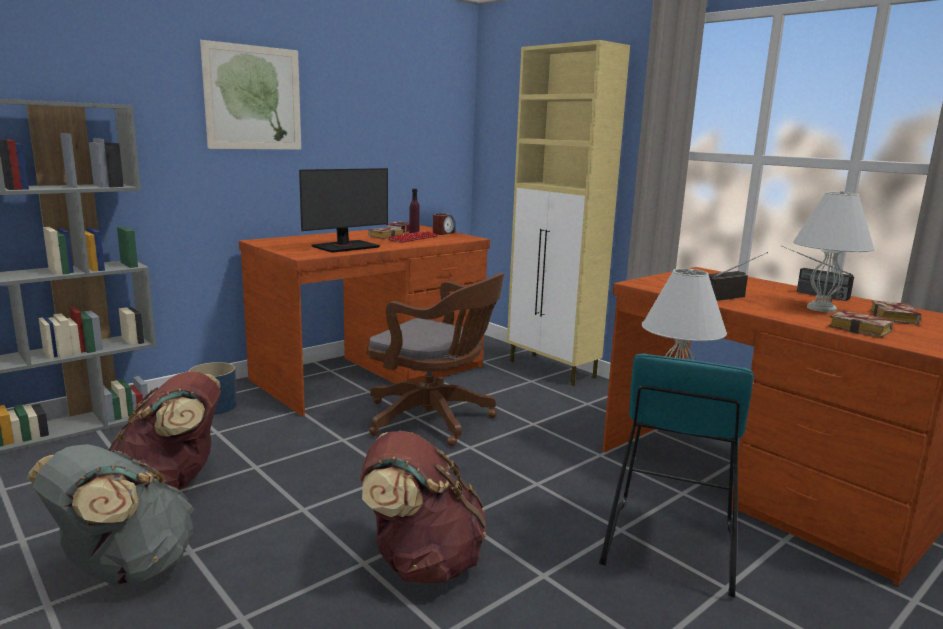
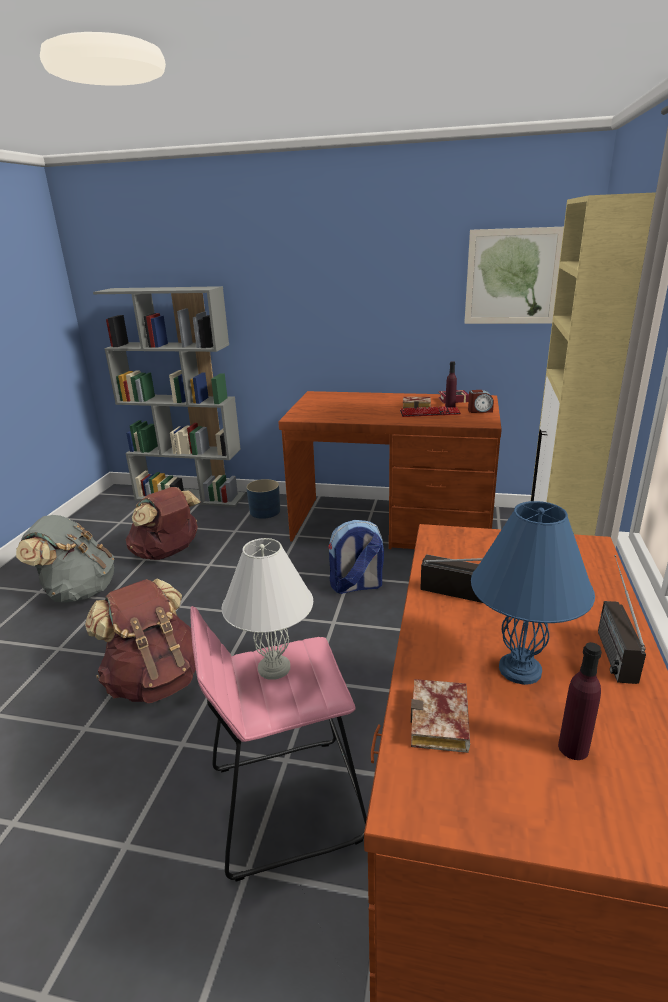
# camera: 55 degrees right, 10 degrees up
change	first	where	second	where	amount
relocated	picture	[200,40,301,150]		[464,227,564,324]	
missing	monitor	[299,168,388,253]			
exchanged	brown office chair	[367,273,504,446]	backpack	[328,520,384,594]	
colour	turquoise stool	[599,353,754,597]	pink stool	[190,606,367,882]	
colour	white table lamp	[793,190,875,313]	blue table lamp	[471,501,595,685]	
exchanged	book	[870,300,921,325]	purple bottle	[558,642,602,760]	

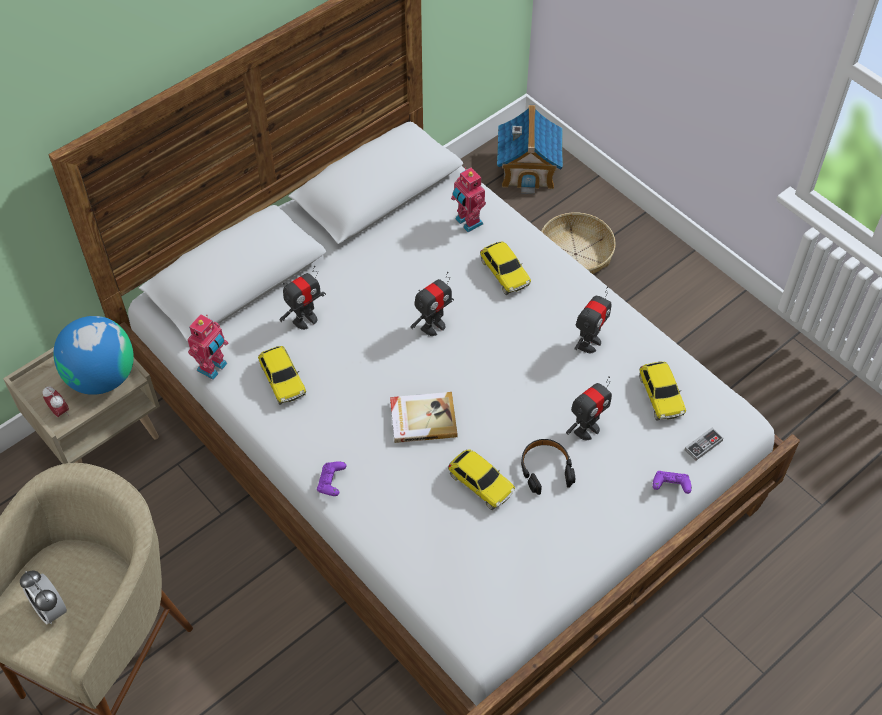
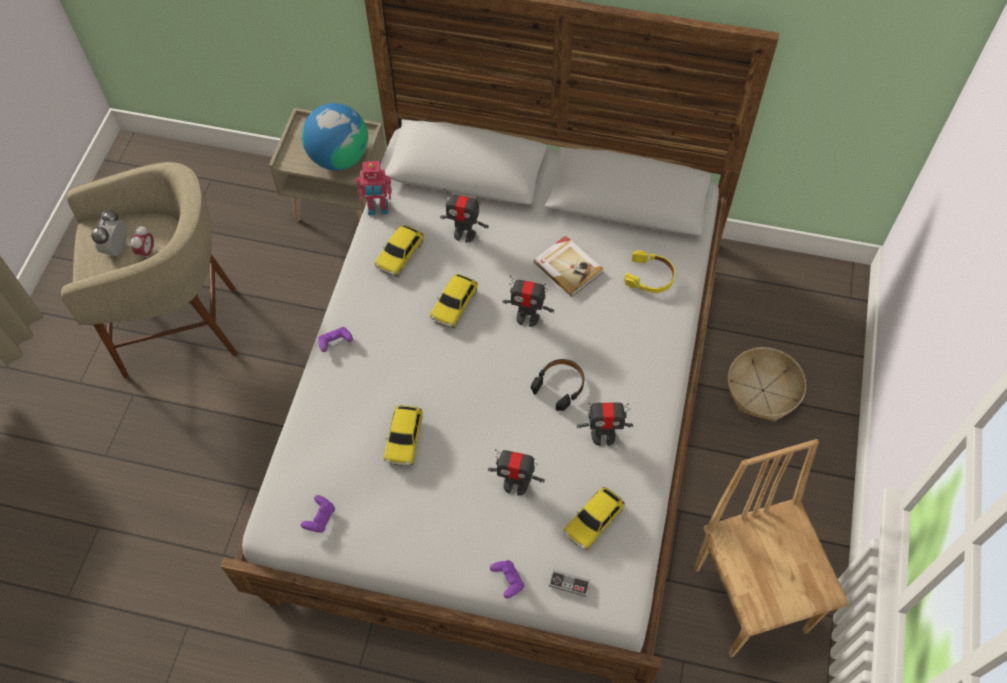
# camera: 55 degrees right, 5 degrees up
change	first	where	second	where	amount
relocated	alarm clock	[42,386,69,417]		[131,226,154,258]	
relocated	book	[390,392,457,443]		[533,236,603,297]	
exchanged	toy robot	[451,167,486,232]	yellow headphones	[624,250,675,293]	
relocated	toy car	[480,241,531,295]		[430,274,478,329]	
missing	toy house	[497,105,563,194]			
relocated	black headphones	[521,439,575,495]		[531,359,584,411]	
appeared			purple game controller	[301,495,335,532]	
appeared			brown chair	[694,439,849,658]	

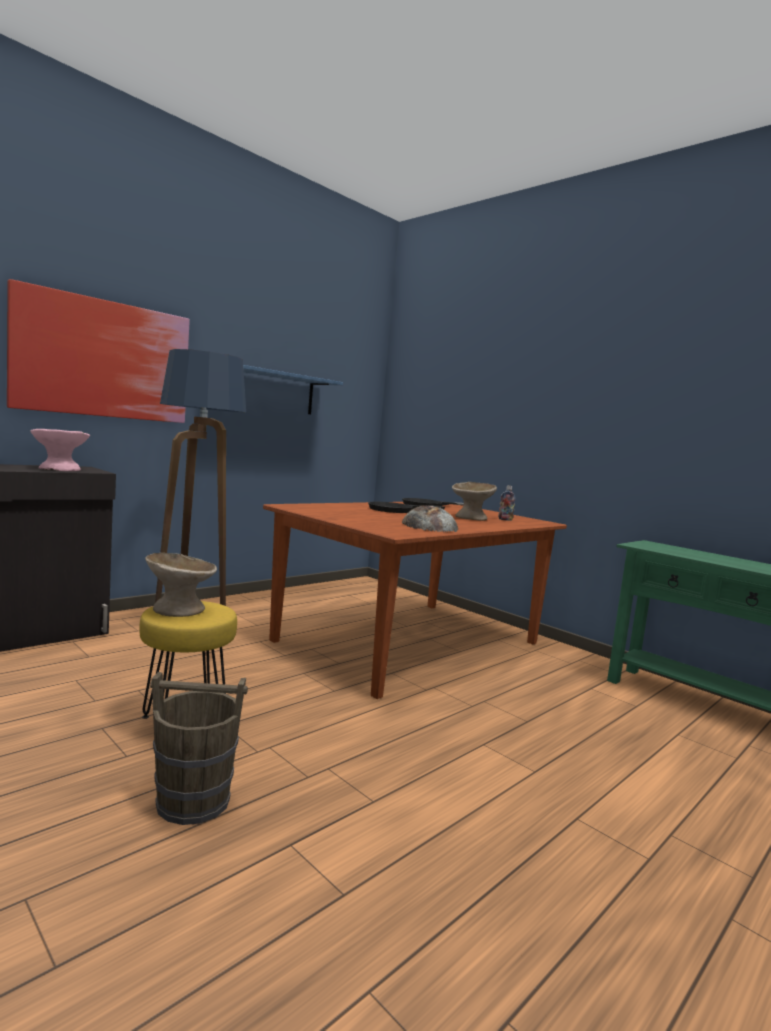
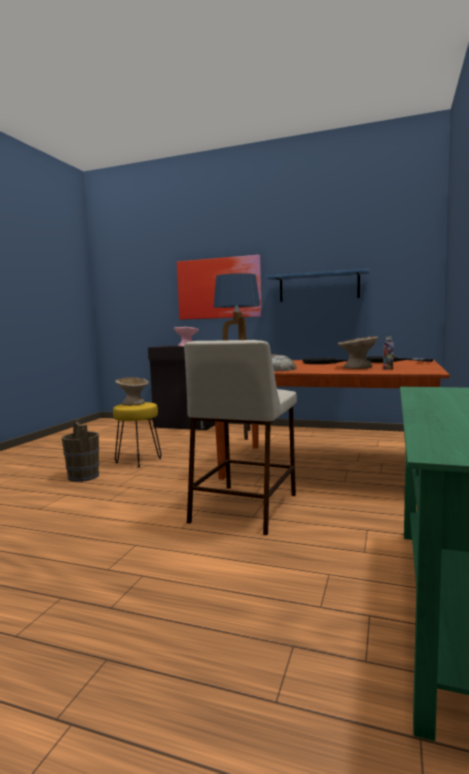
# camera: 65 degrees right, 0 degrees up
change	first	where	second	where	amount
appeared			beige stool	[184,340,297,535]	

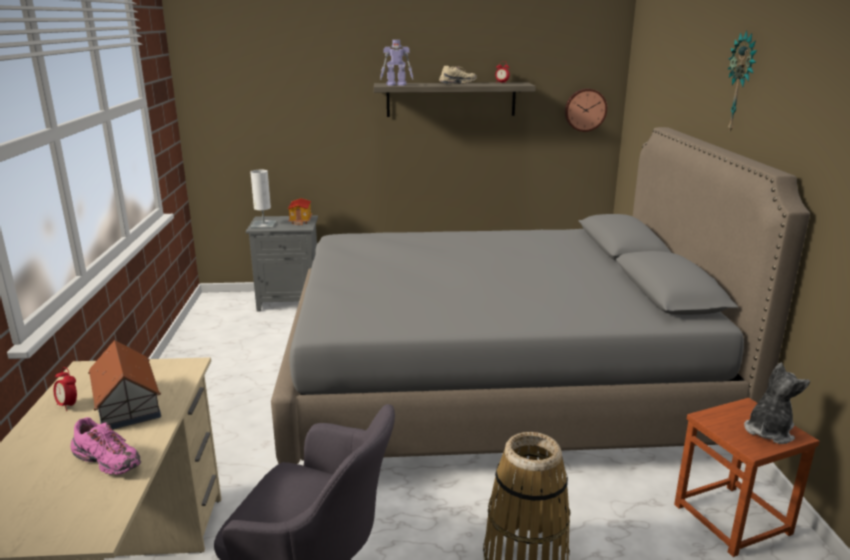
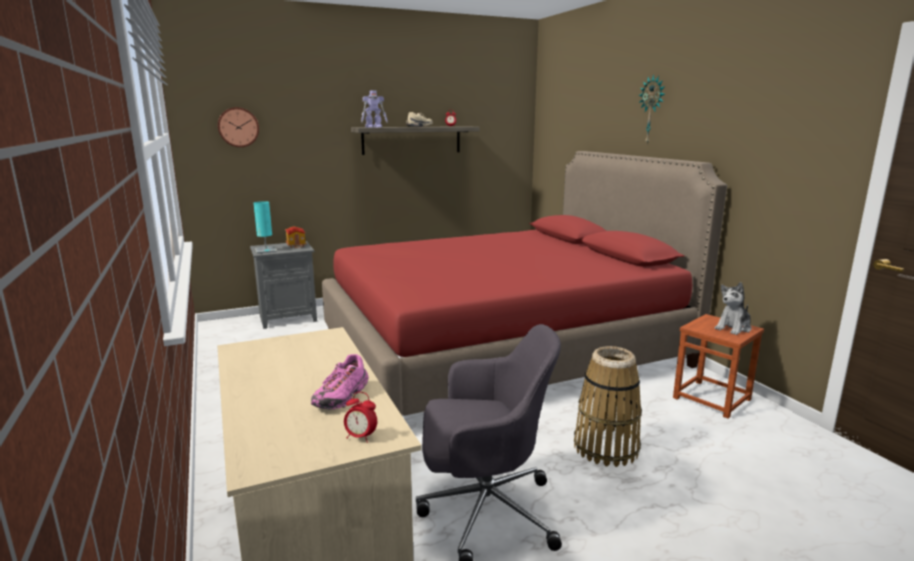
# camera: 20 degrees left, 5 degrees down
change	first	where	second	where	amount
relocated	alarm clock	[54,367,77,411]		[344,392,377,443]	
spun	pink shoe	[71,417,141,475]		[311,354,369,410]	105 degrees clockwise
missing	toy house	[88,340,161,430]			
colour	white table lamp	[250,170,277,229]	turquoise table lamp	[254,201,277,254]	
colour	grey bed	[271,127,810,464]	red bed	[322,151,727,416]	
relocated	wall clock	[565,89,607,132]		[218,107,259,147]	
spun	plush toy	[744,362,810,444]		[715,282,752,335]	150 degrees counterclockwise

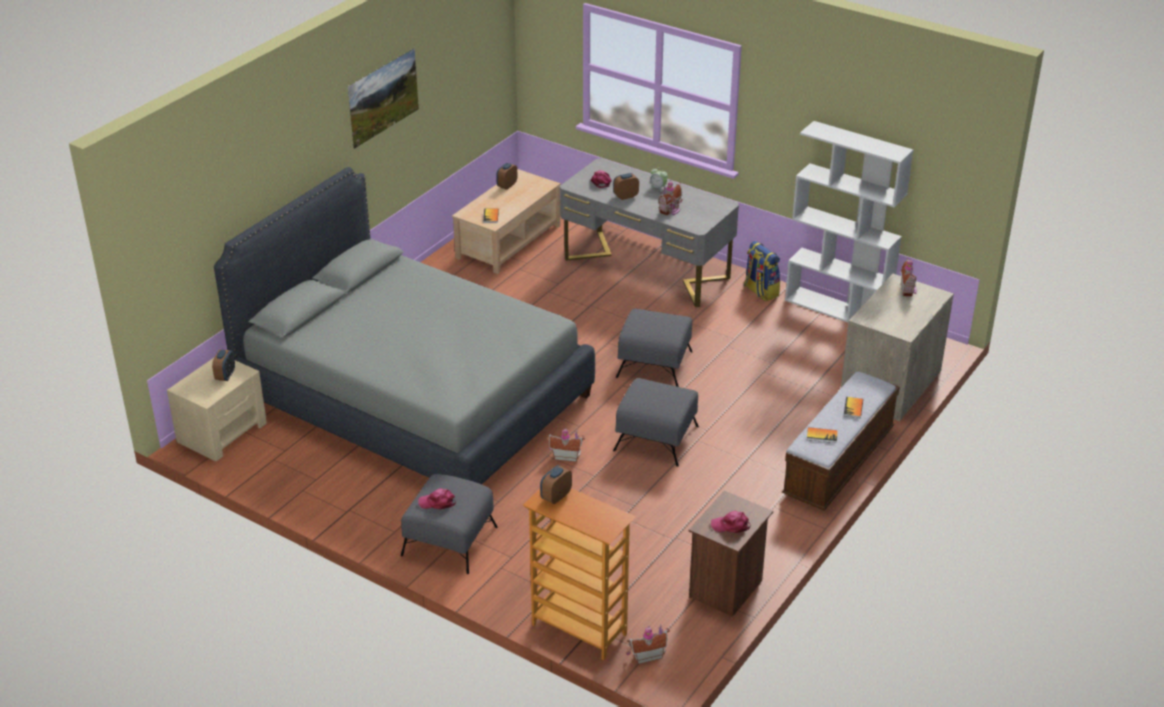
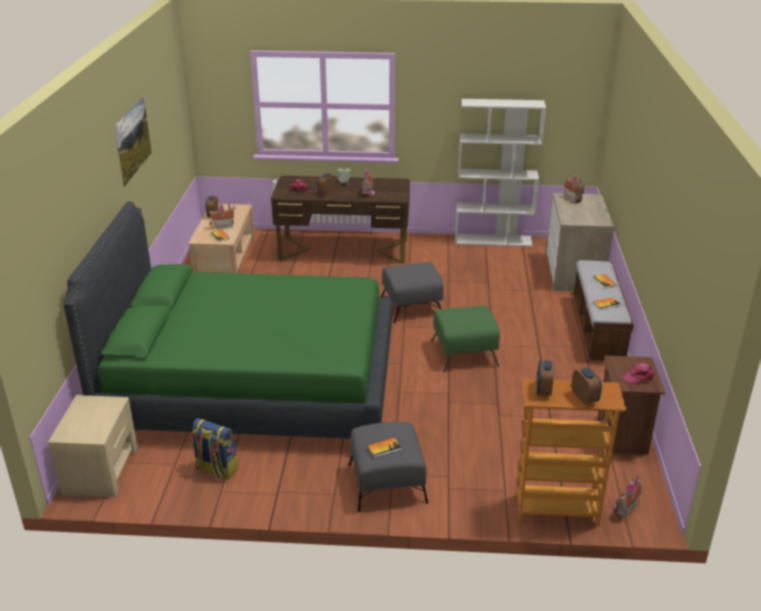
# camera: 30 degrees left, 5 degrees down
change	first	where	second	where	amount
relocated	alarm clock	[212,349,235,381]		[572,368,602,405]	
colour	grey bed	[214,167,595,484]	green bed	[64,201,392,439]	
exchanged	pink cap	[418,488,456,509]	book	[367,438,402,458]	
relocated	toy house	[546,427,585,462]		[208,203,235,230]	
colour	grey desk	[560,158,739,307]	brown desk	[271,176,410,264]	
colour	grey ottoman	[613,378,699,467]	green ottoman	[431,305,500,372]	
relocated	backpack	[744,241,780,302]		[192,418,239,481]	

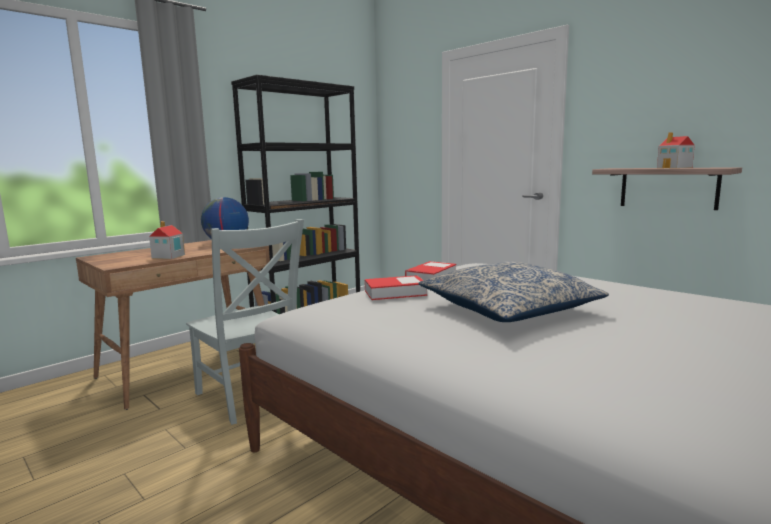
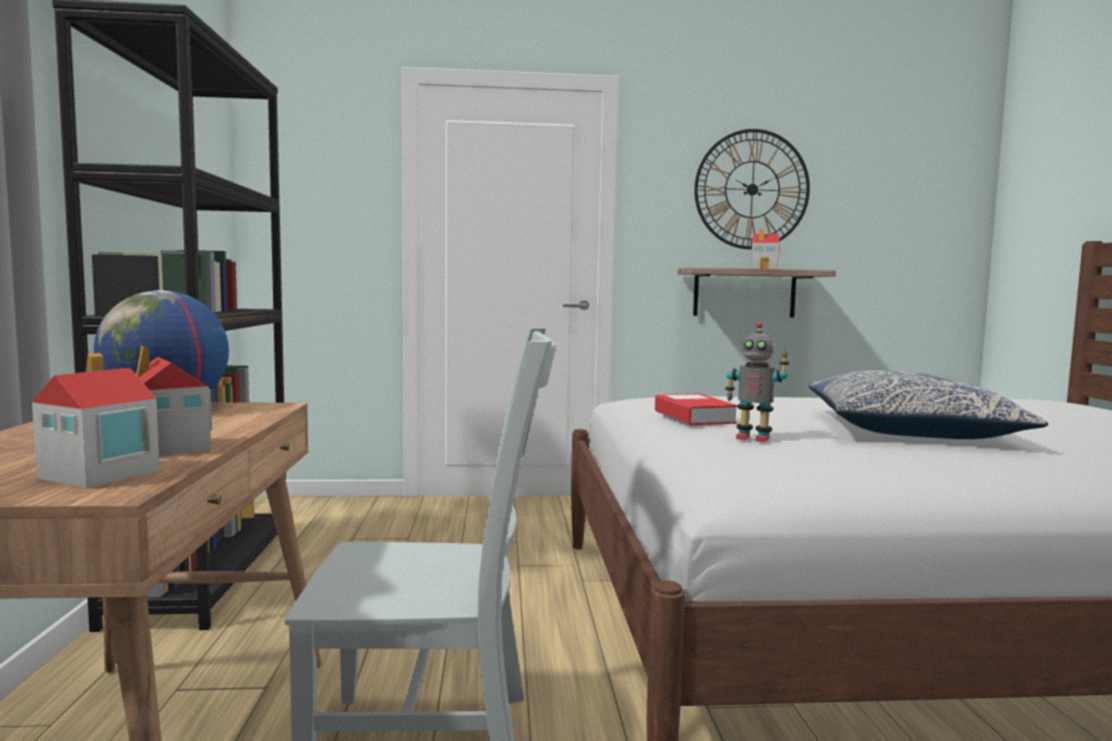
# camera: 50 degrees left, 5 degrees down
change	first	where	second	where	amount
exchanged	book	[365,275,427,300]	toy robot	[725,322,789,442]	
appeared			toy house	[32,353,160,489]	
appeared			wall clock	[694,129,810,249]	

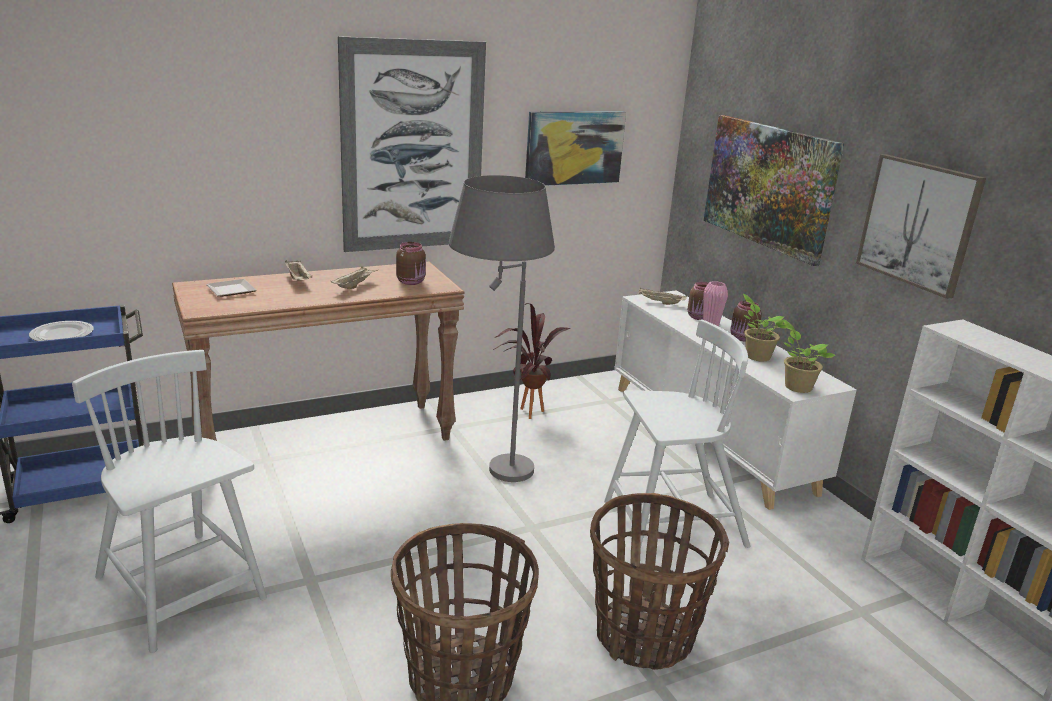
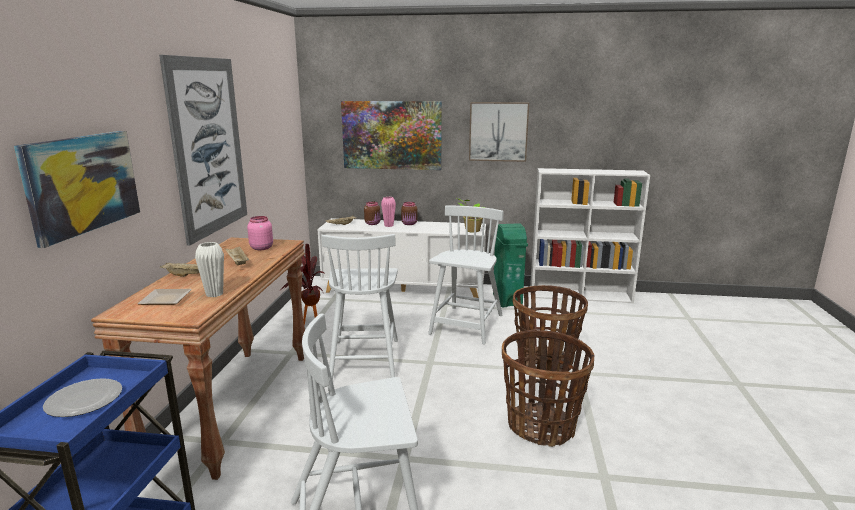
# camera: 55 degrees left, 5 degrees down
change	first	where	second	where	amount
colour	brown jar	[396,242,426,285]	pink jar	[247,216,273,250]	
exchanged	grey floor lamp	[449,175,555,482]	white chair	[321,234,398,380]	
relocated	picture	[525,111,626,186]		[14,131,140,248]	
missing	potted plant	[743,294,787,361]			
appeared			white vase	[195,242,224,297]	
appeared			green trash can	[493,223,528,307]	

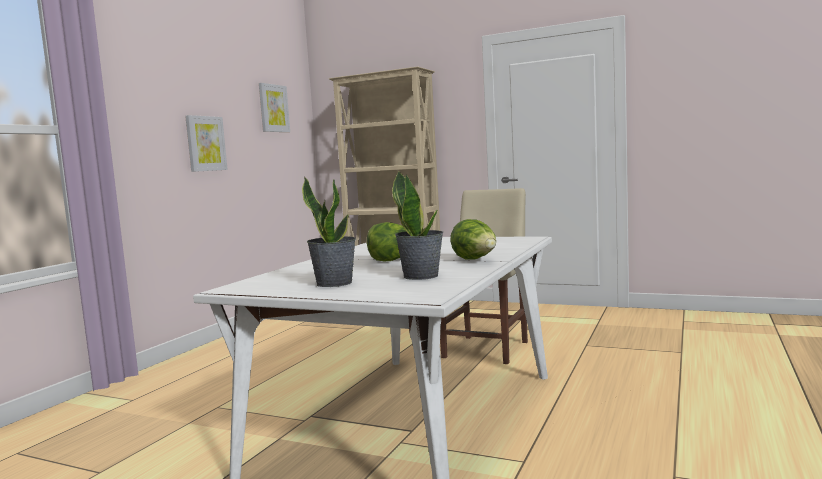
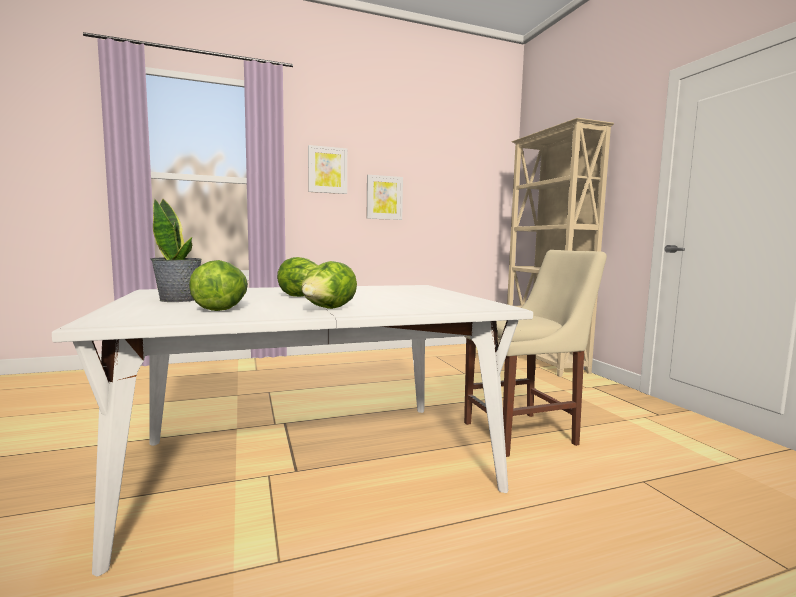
# camera: 45 degrees right, 0 degrees up
change	first	where	second	where	amount
relocated	picture	[259,83,290,132]		[308,145,347,194]	
exchanged	potted plant	[392,170,444,280]	lettuce	[189,260,248,311]	

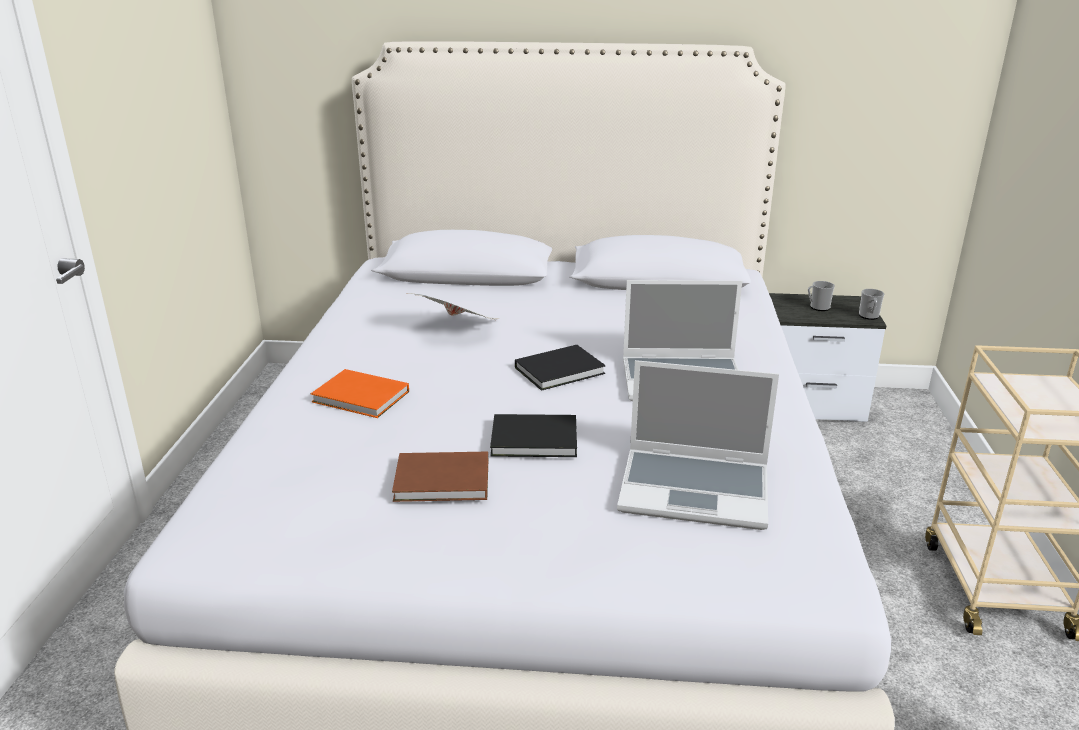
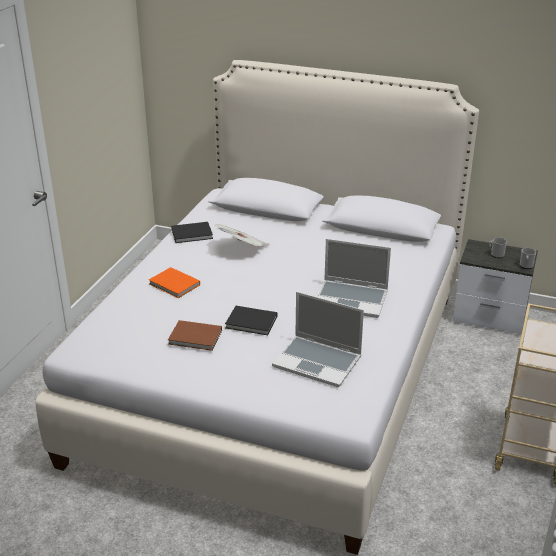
# camera: 15 degrees right, 5 degrees up
change	first	where	second	where	amount
relocated	black book	[515,345,606,391]		[171,222,213,243]	

